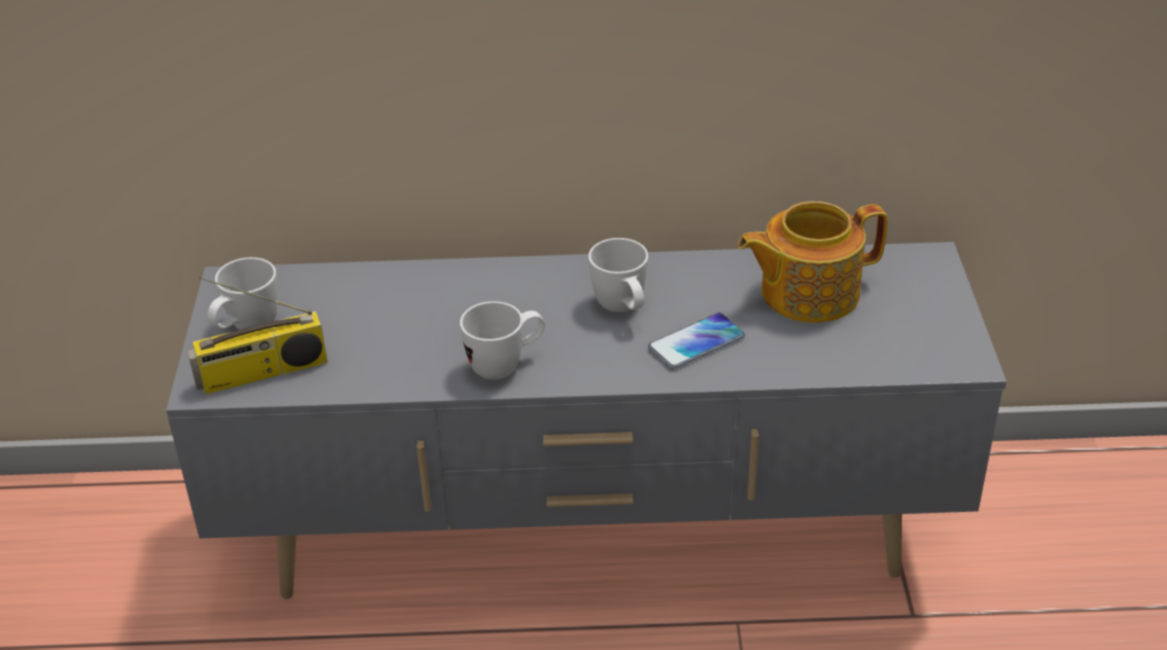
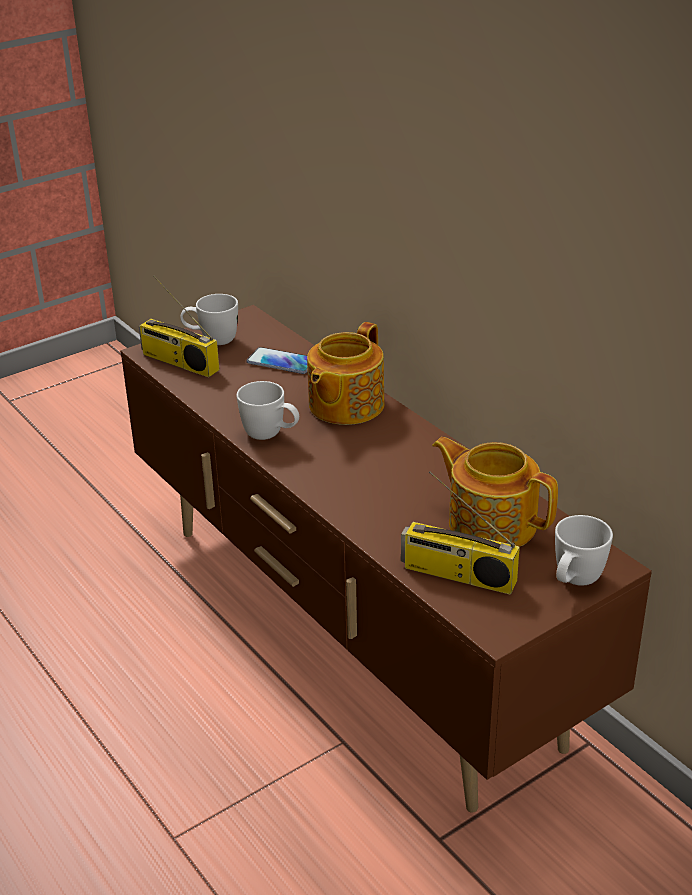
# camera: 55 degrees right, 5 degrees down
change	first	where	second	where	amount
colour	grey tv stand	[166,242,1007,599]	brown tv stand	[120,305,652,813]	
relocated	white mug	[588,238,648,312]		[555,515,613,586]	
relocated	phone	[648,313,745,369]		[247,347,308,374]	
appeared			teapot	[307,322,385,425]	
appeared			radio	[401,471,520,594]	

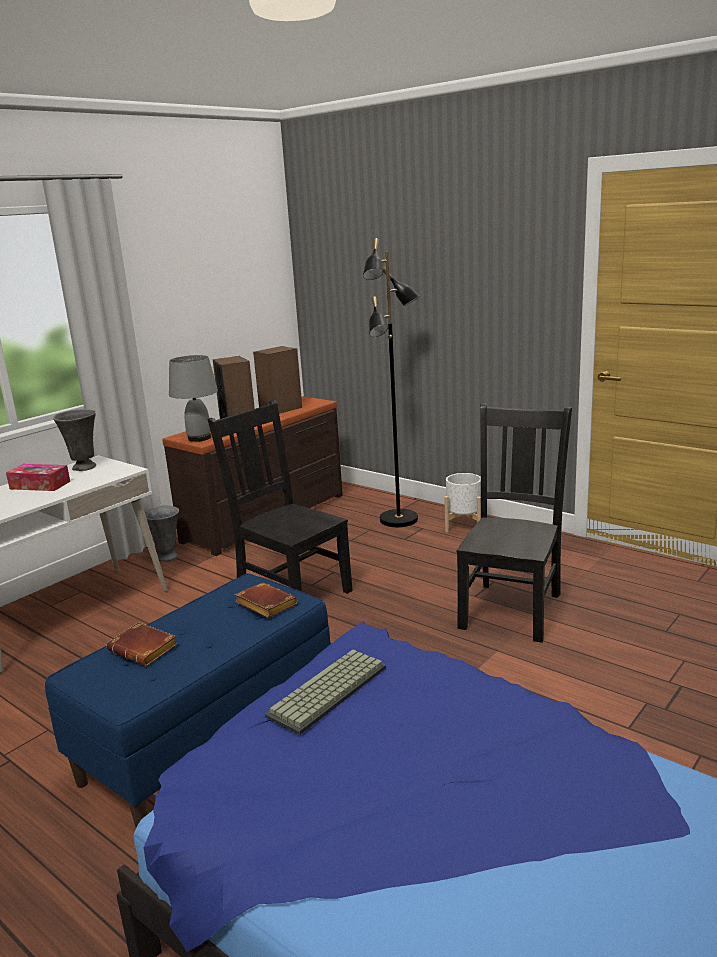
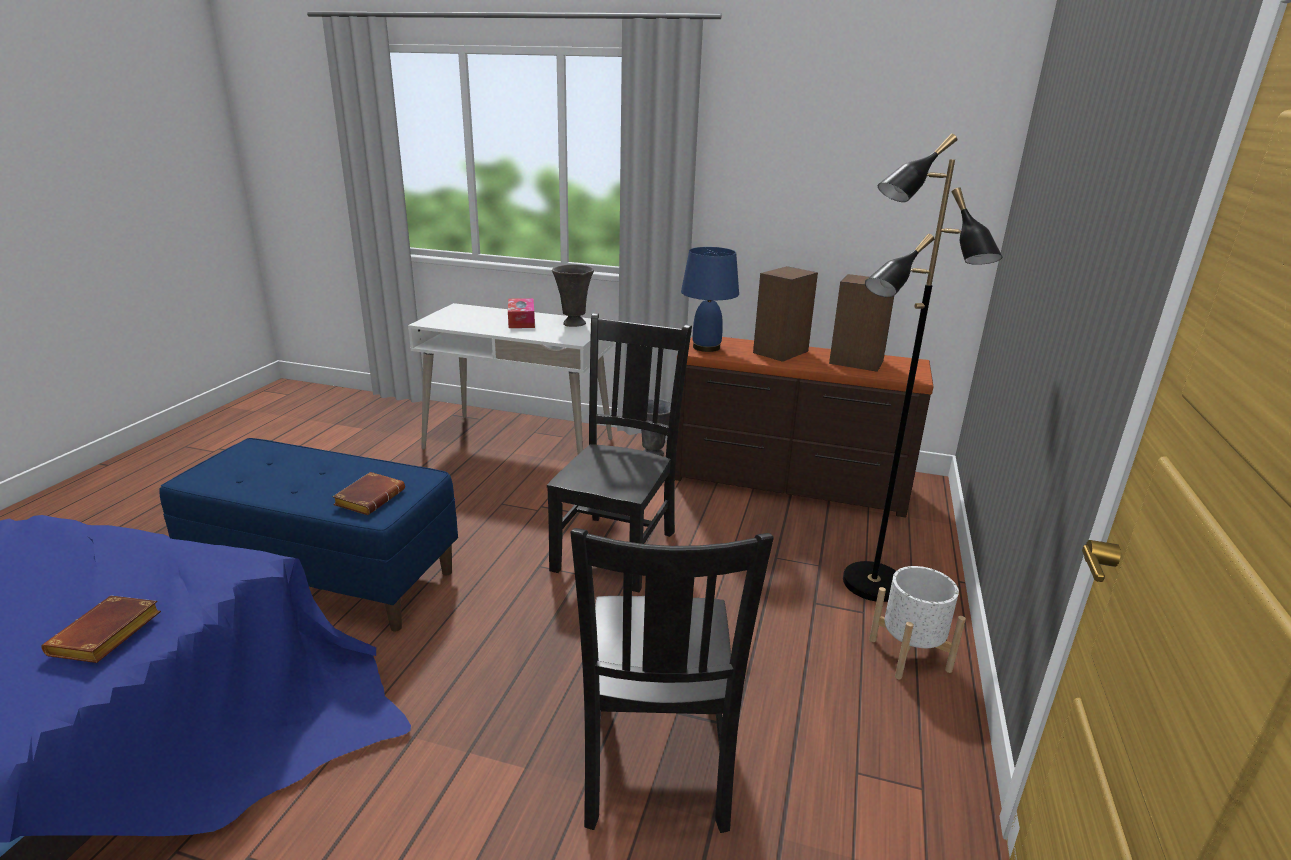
# camera: 65 degrees right, 5 degrees up
change	first	where	second	where	amount
relocated	brown book	[107,622,177,666]		[41,596,161,663]	
colour	grey table lamp	[169,355,218,442]	blue table lamp	[681,247,739,352]	
missing	keyboard	[265,650,386,735]			
spun	black chair	[456,403,572,643]		[571,528,774,833]	90 degrees clockwise

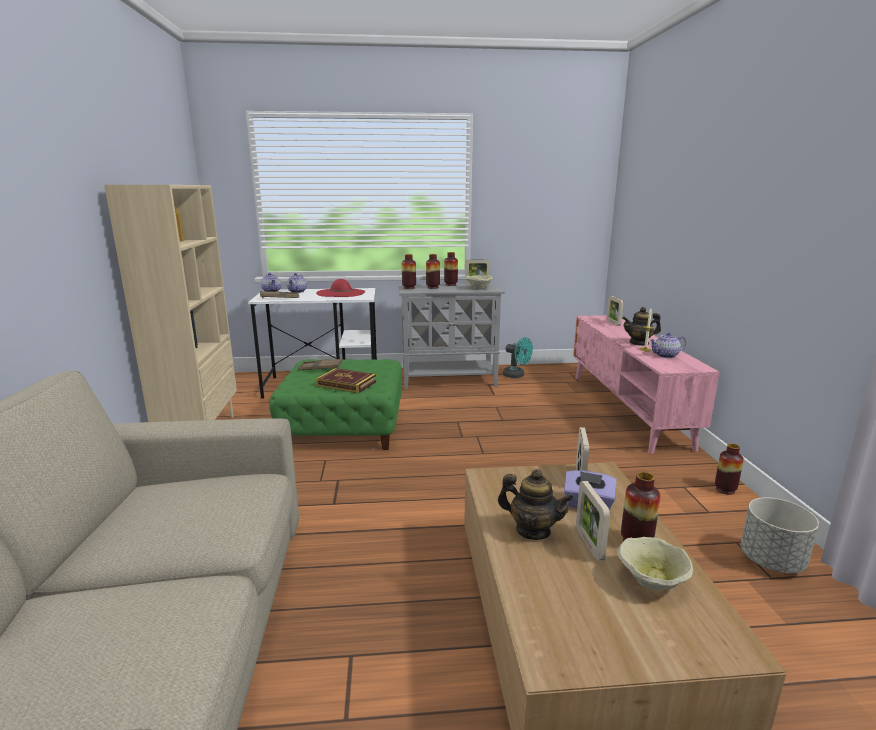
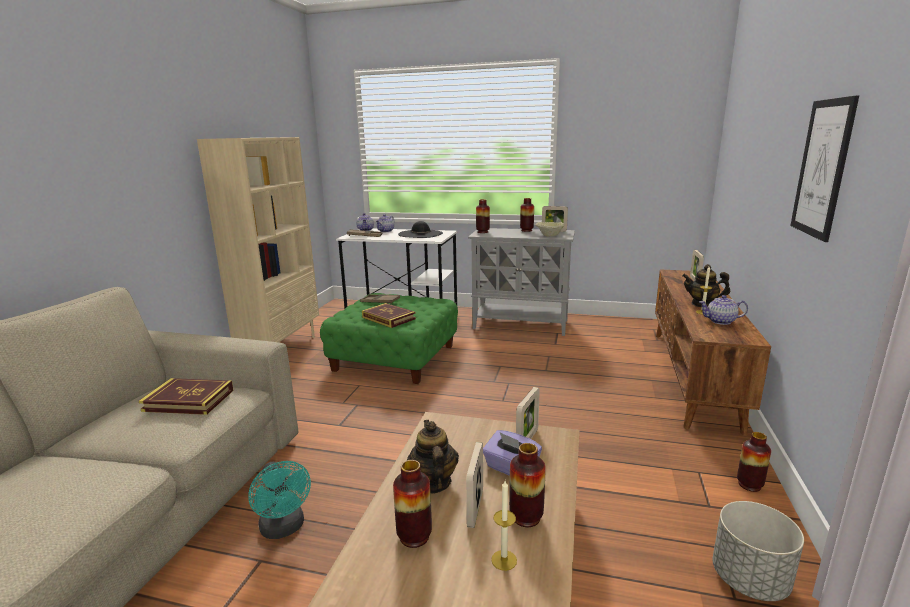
# camera: 20 degrees right, 0 degrees up
change	first	where	second	where	amount
colour	red hat	[316,279,365,297]	black hat	[398,221,443,238]	
relocated	vase	[426,254,440,289]		[393,460,432,548]	
spun	teapot	[498,469,574,540]		[407,420,459,494]	150 degrees counterclockwise
relocated	turquoise fan	[503,337,533,378]		[248,461,311,539]	
colour	pink tv stand	[573,315,719,454]	brown tv stand	[655,269,771,436]	
exchanged	beige bowl	[617,537,693,591]	candle	[491,481,517,571]	
appeared			book	[139,378,234,415]	
appeared			picture	[790,96,859,242]	

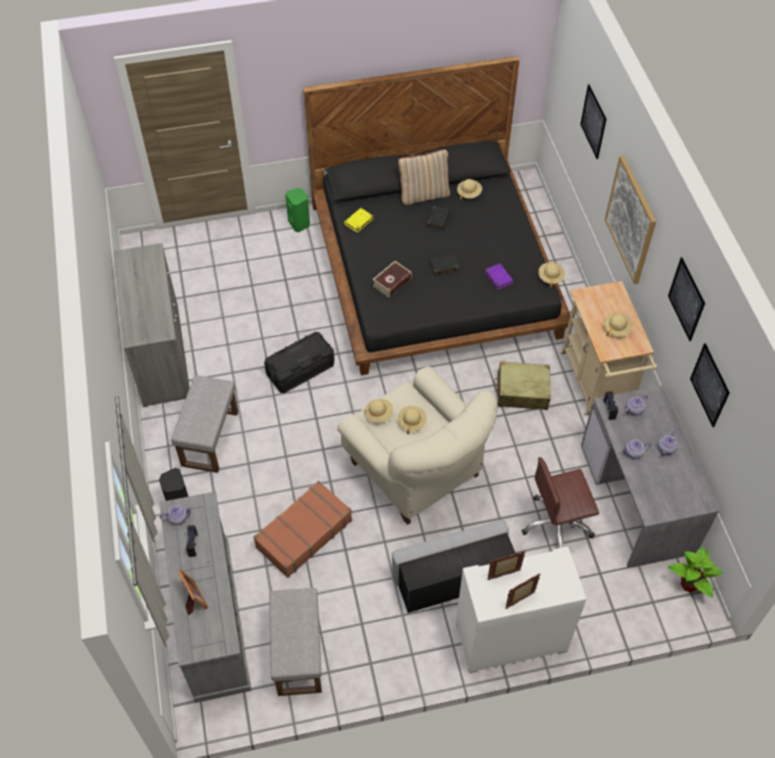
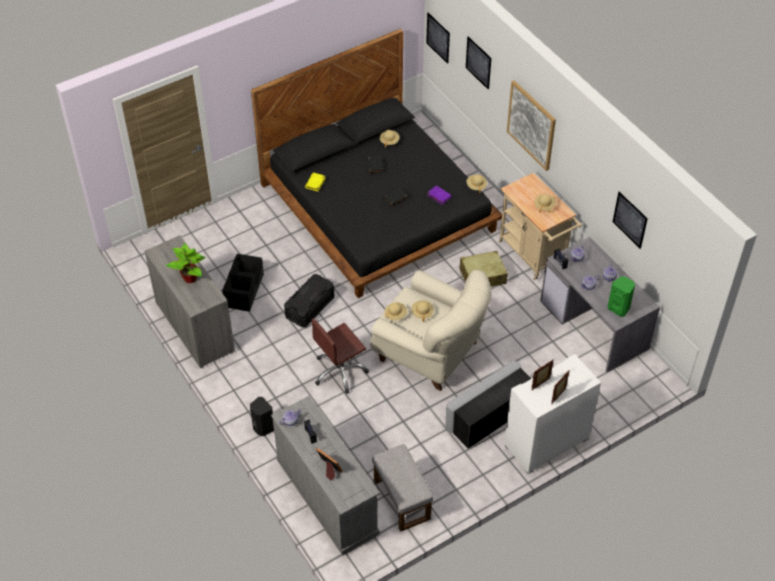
# camera: 20 degrees left, 5 degrees down
change	first	where	second	where	amount
missing	grey ottoman	[171,375,238,473]			
missing	brown suitcase	[253,481,352,578]			
relocated	green speaker	[285,188,310,232]		[608,276,635,317]	
missing	book	[373,261,412,297]			
missing	beige pillow	[398,149,450,205]			
relocated	brown office chair	[522,457,599,548]		[311,319,369,394]	
relocated	picture	[668,257,705,341]		[426,13,450,64]	
relocated	potted plant	[668,546,723,597]		[166,243,206,283]	
appeared			black storage box	[222,254,264,311]	

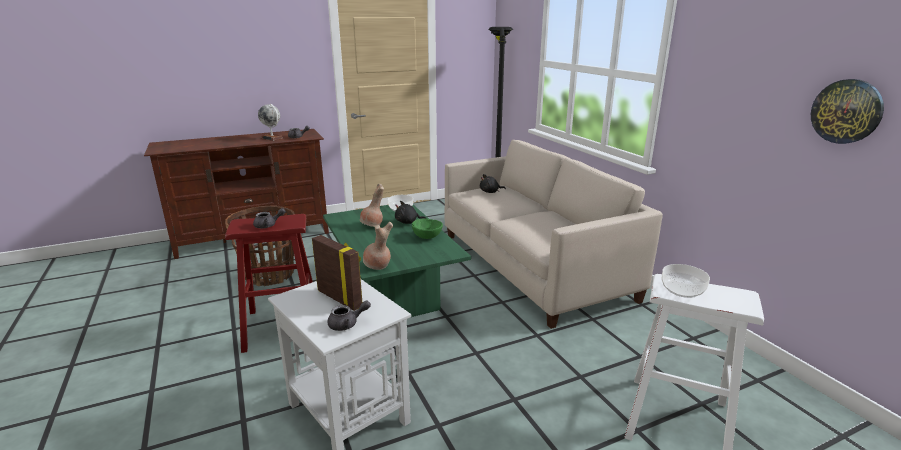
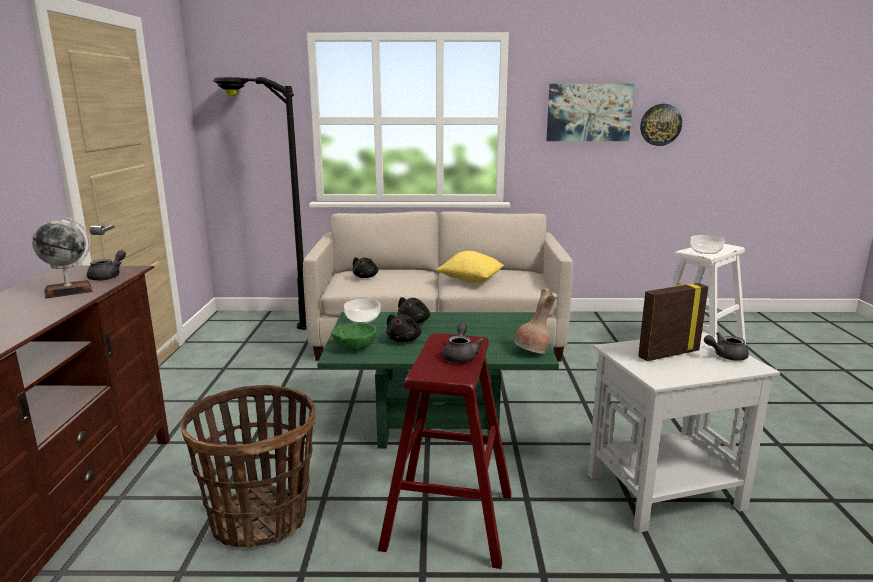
# camera: 65 degrees left, 5 degrees down
change	first	where	second	where	amount
spun	grey teapot	[327,300,371,331]		[704,332,749,361]	105 degrees counterclockwise
exchanged	brown vase	[360,184,384,227]	black plush toy	[386,314,421,342]	
relocated	green bowl	[412,219,443,239]		[331,322,377,351]	
appeared			yellow pillow	[436,251,504,283]	
appeared			picture	[546,84,634,141]	

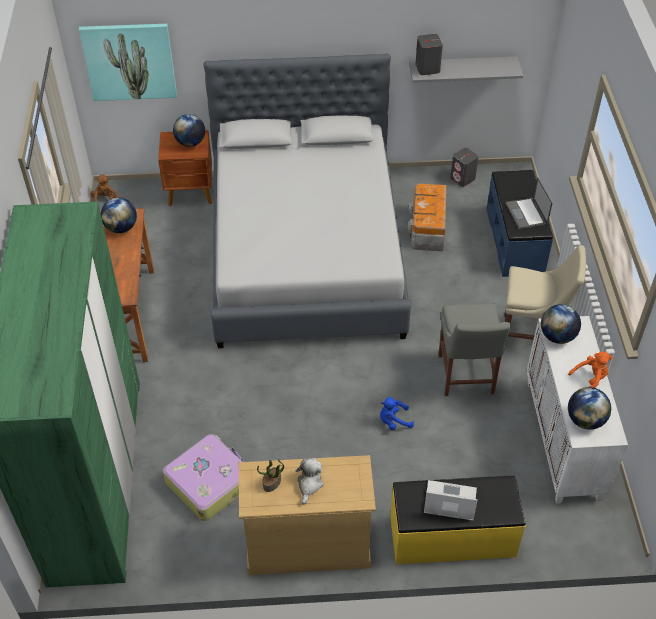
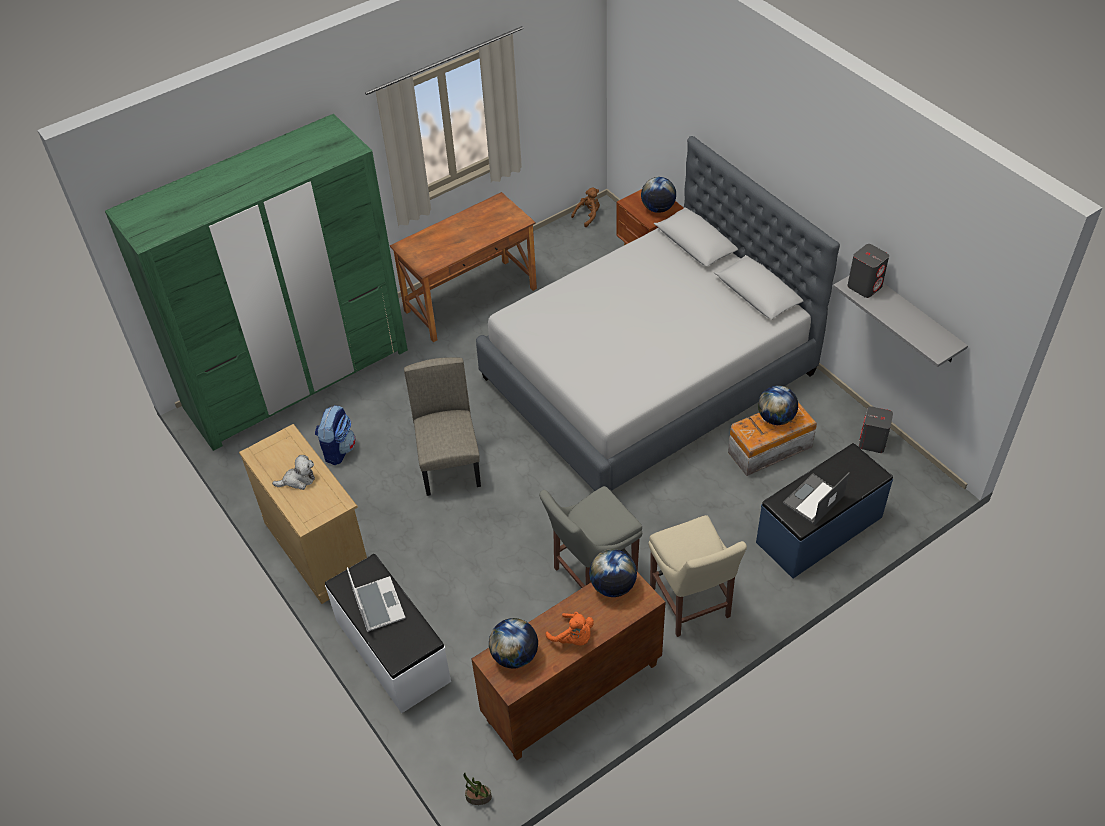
# camera: 60 degrees right, 0 degrees up
change	first	where	second	where	amount
missing	picture	[79,24,177,101]			
relocated	globe	[101,198,137,233]		[758,385,798,425]	
exchanged	suitcase	[163,434,244,521]	backpack	[315,405,356,465]	
relocated	potted plant	[257,459,284,492]		[463,772,492,805]	
missing	blue plush toy	[380,397,414,430]			
colour	yellow bench	[390,476,526,564]	white bench	[325,554,451,713]	
colour	white cabinet	[526,316,628,504]	brown cabinet	[472,572,665,760]	
appeared			beige chair	[404,357,481,496]	

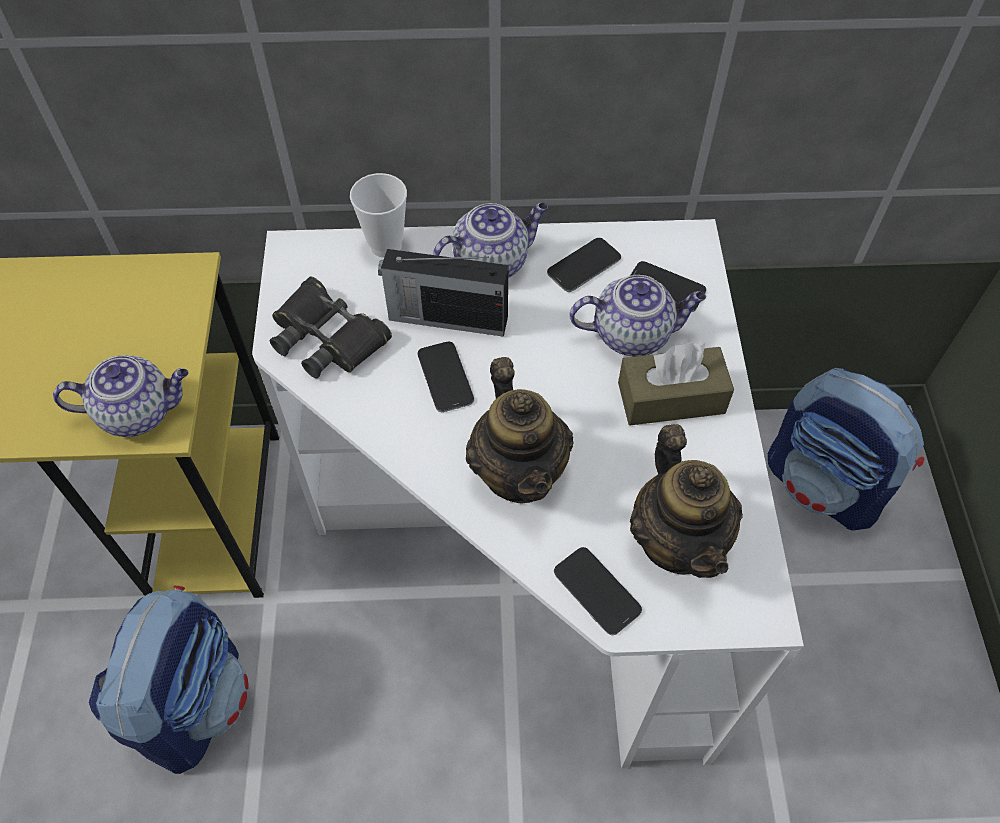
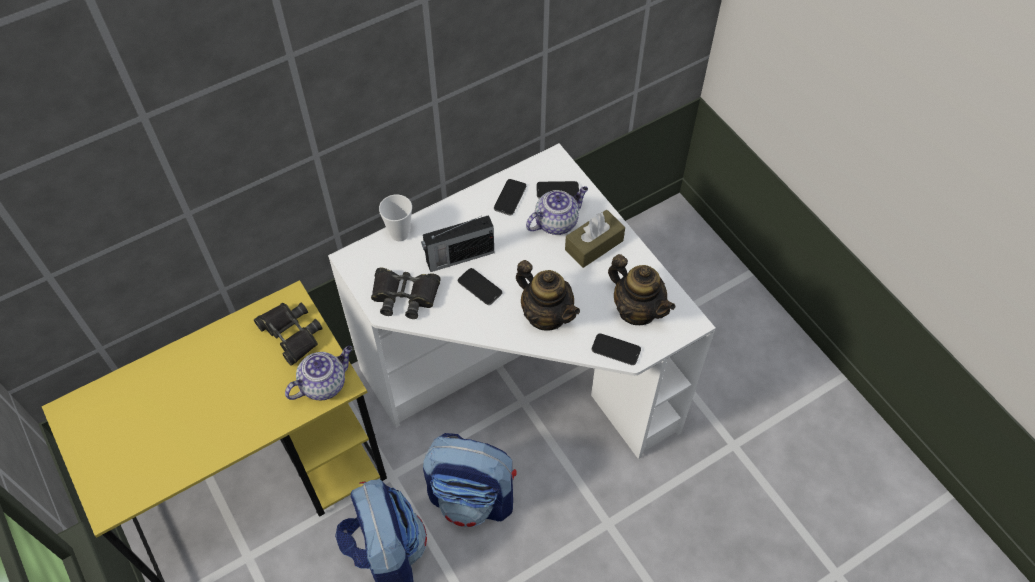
# camera: 30 degrees left, 0 degrees up
change	first	where	second	where	amount
missing	teapot	[432,203,548,278]			
relocated	backpack	[768,368,924,531]		[423,433,517,527]	
appeared			black binoculars	[254,303,323,366]	

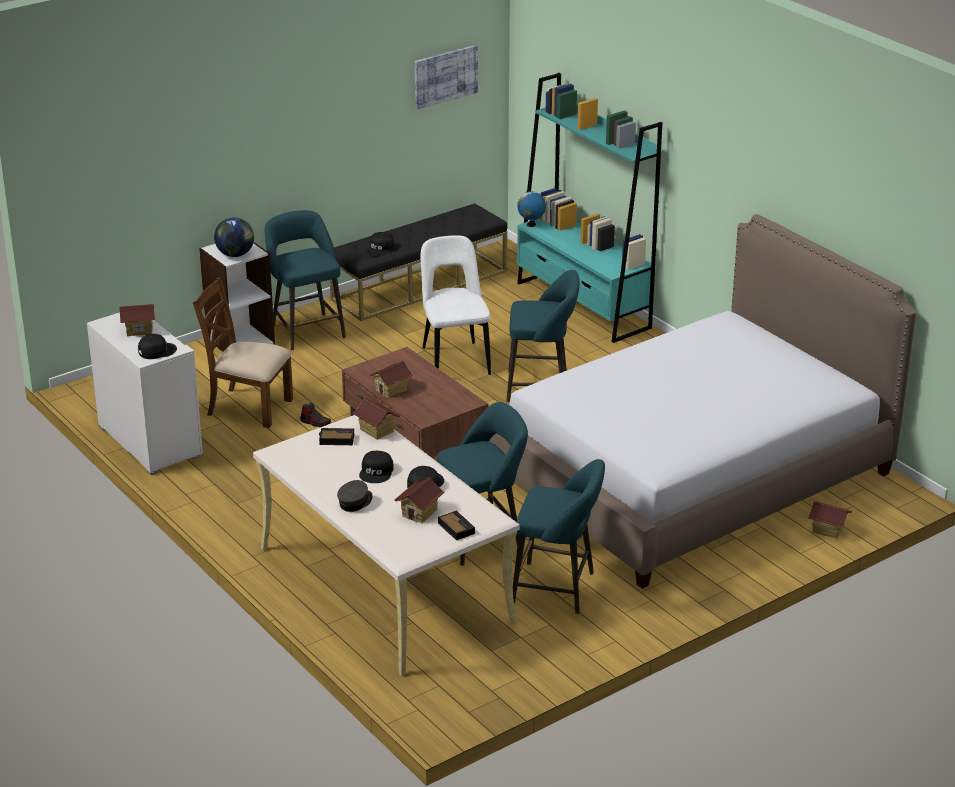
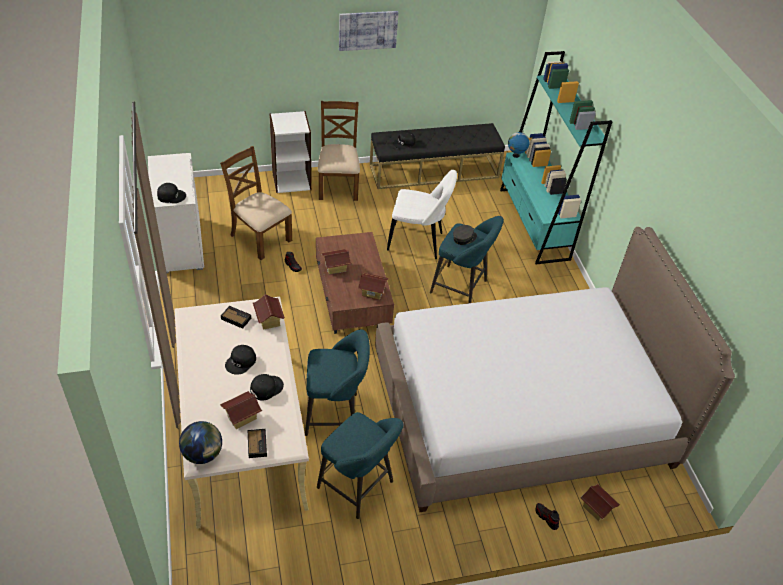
# camera: 20 degrees right, 15 degrees up
change	first	where	second	where	amount
relocated	toy house	[119,304,155,336]		[358,273,388,300]	
relocated	globe	[214,217,254,257]		[179,421,222,464]	
exchanged	turquoise stool	[265,210,346,351]	brown chair	[318,101,360,201]	
relocated	grey cap	[337,480,373,512]		[453,225,477,245]	
relocated	picture	[415,45,478,109]		[339,11,398,51]	
spun	white chair	[420,235,491,375]		[387,170,457,259]	90 degrees clockwise
appeared			shoe	[535,503,559,530]	

